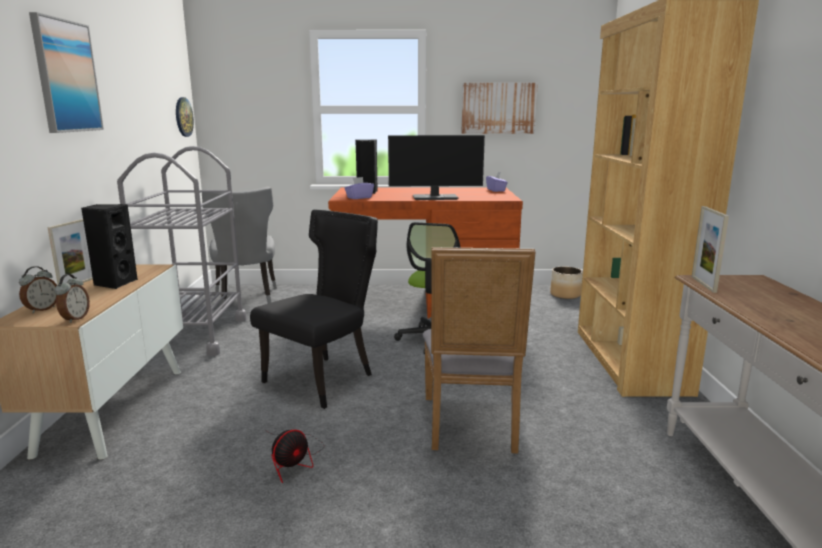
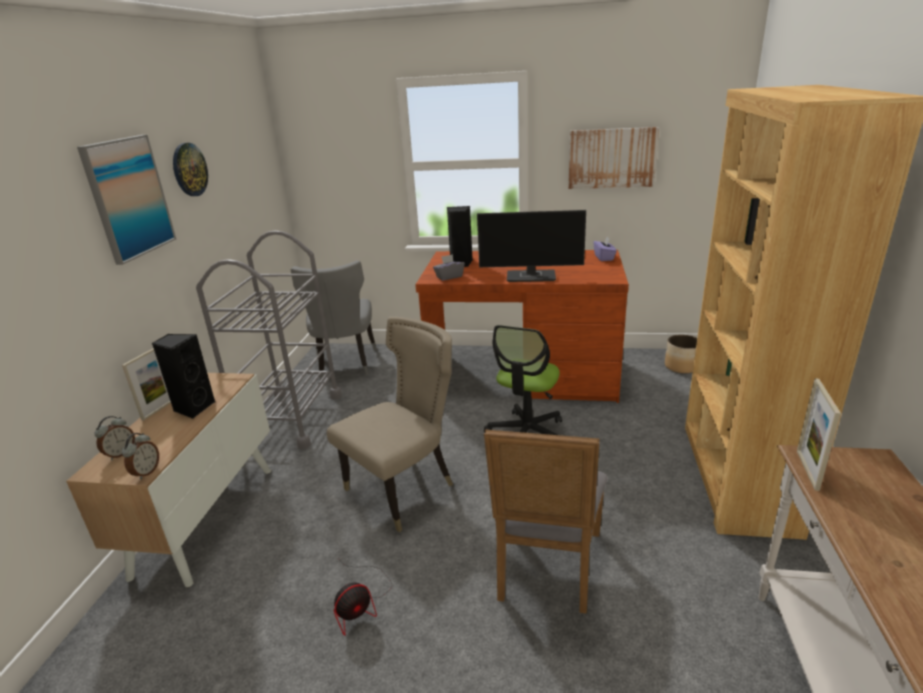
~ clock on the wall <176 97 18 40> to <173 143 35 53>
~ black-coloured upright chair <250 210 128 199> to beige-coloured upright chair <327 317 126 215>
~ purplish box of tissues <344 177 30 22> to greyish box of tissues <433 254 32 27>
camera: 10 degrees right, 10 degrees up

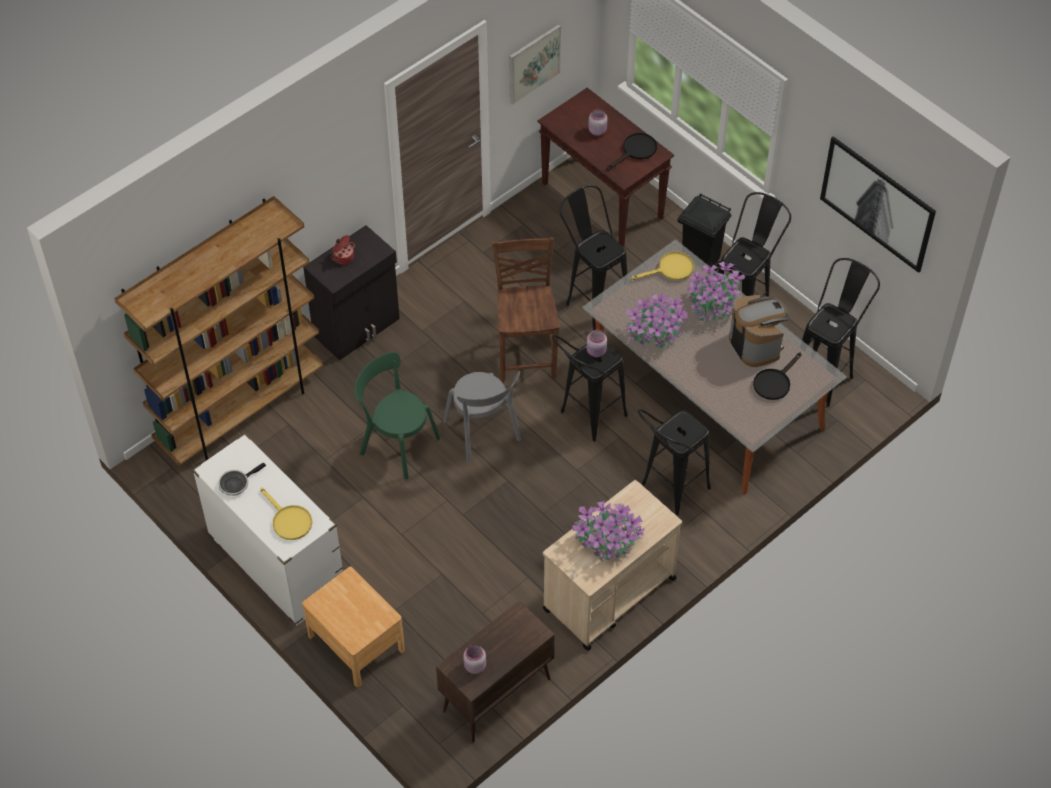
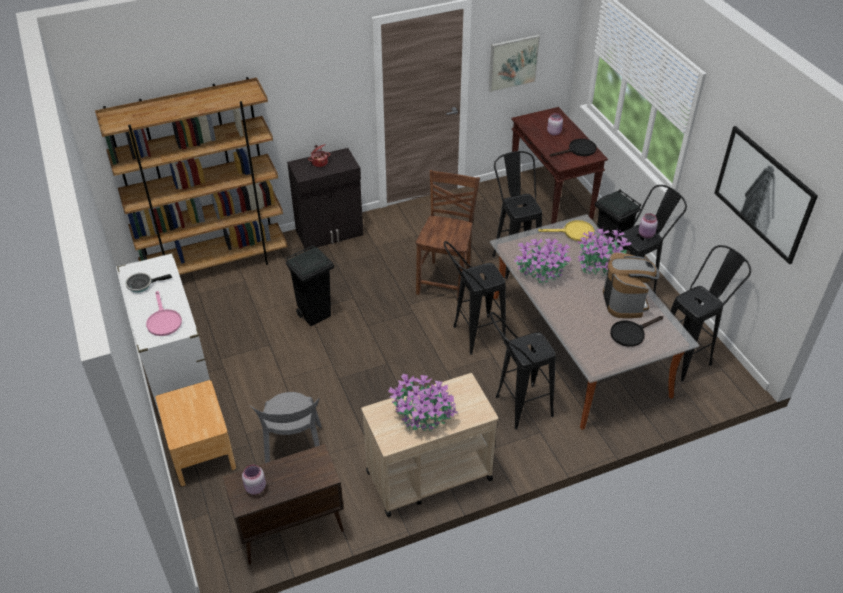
~ yellowish pan <260 487 52 53> to pinkish pan <146 291 36 45>
~ greyish upright chair <443 371 78 92> to <250 392 72 71>
~ greenish upright chair <355 352 85 127> to black-coloured rubbish bin <286 245 48 81>
~ pinkish storage jar <587 330 20 27> to <639 213 19 25>
camera: 20 degrees right, 10 degrees down

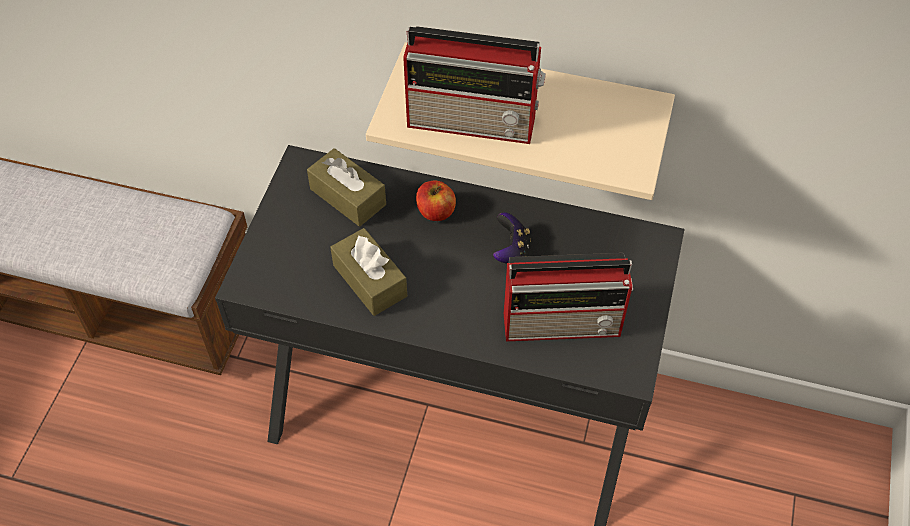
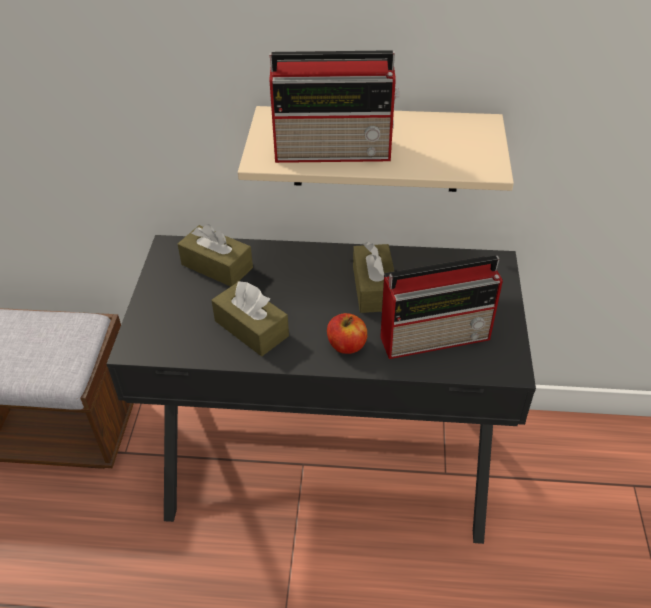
~ whole apple <416 181 40 40> to <327 313 40 41>
~ joypad <493 212 38 52> to brownish box of tissues <353 242 41 71>
camera: 10 degrees left, 10 degrees down

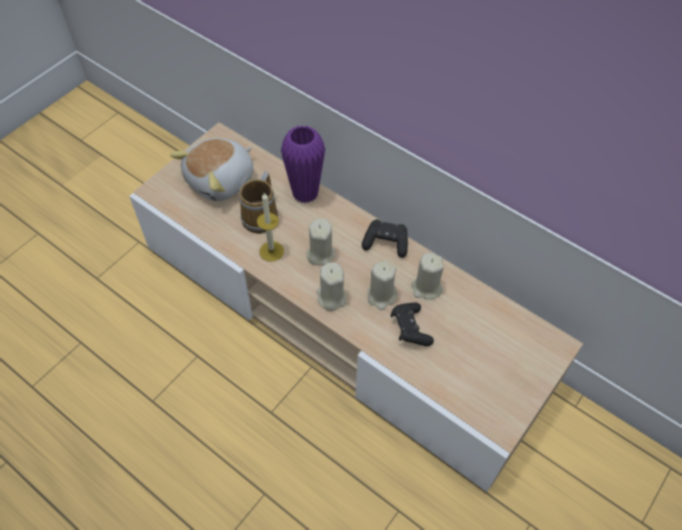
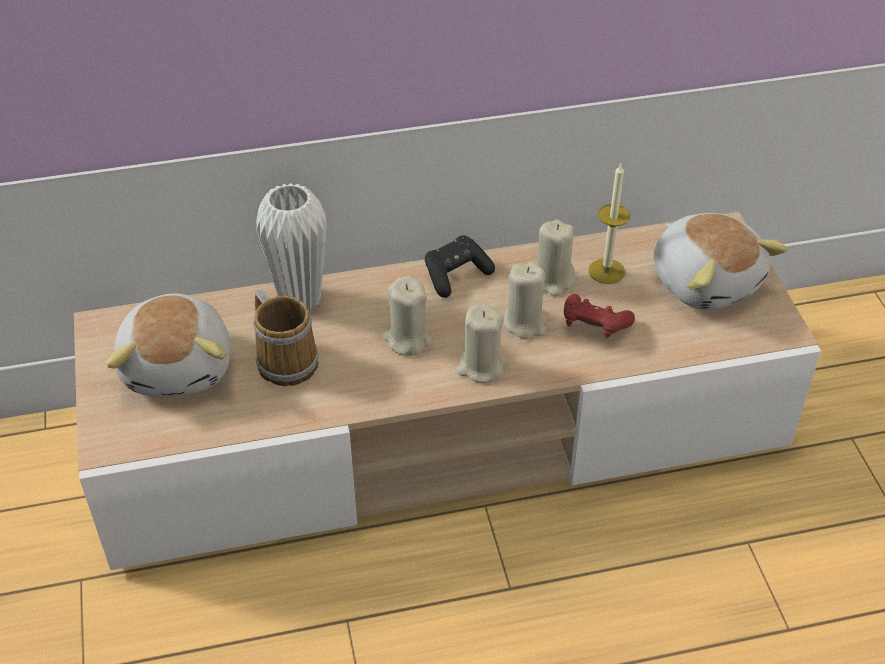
~ purplish decorative vase <281 125 44 78> to white-coloured decorative vase <256 183 71 129>
~ black-coloured joypad <391 303 43 43> to red joypad <564 294 71 44>
~ wax light <257 193 27 69> to <588 163 42 121>
+ cuddly toy <654 213 134 97>
camera: 50 degrees left, 10 degrees down

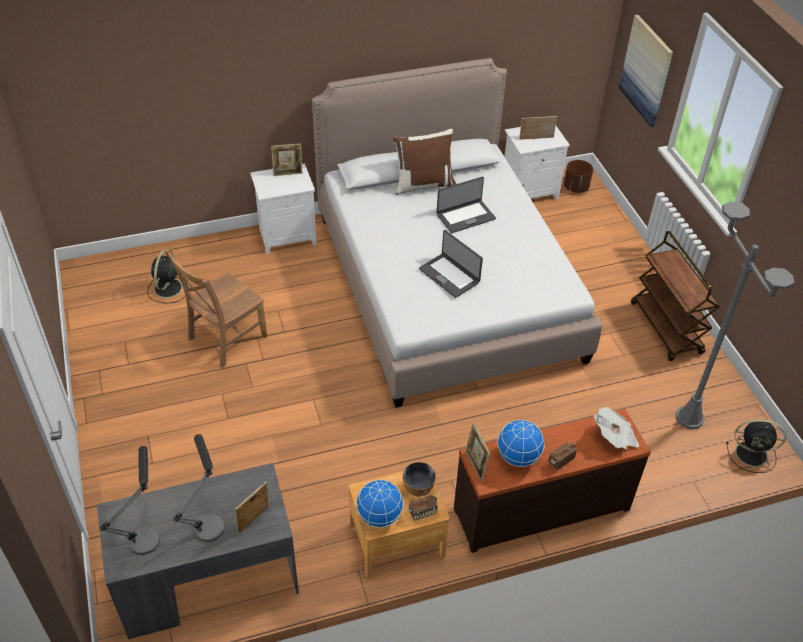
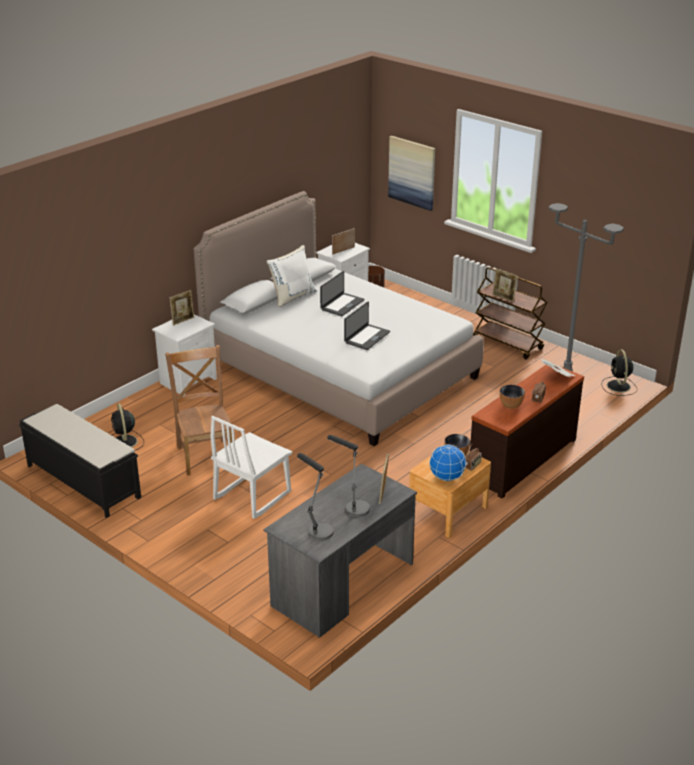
+ black-coloured long seat <19 404 122 114>
~ brownish upright chair <164 248 103 120> = <165 345 67 131> 150 degrees clockwise
+ white-coloured upright chair <210 416 82 103>
~ brownish throw pillow <393 129 63 65> to white-coloured throw pillow <267 245 51 63>
~ laptop <419 230 64 68> = <344 302 46 48> 75 degrees counterclockwise
~ standing frame <465 423 25 59> to <492 269 25 33>
~ desk globe <497 420 48 47> to deep dish <500 385 25 24>
~ black-coloured fan <726 419 60 54> = <601 349 36 47> 105 degrees clockwise
camera: 30 degrees left, 15 degrees down

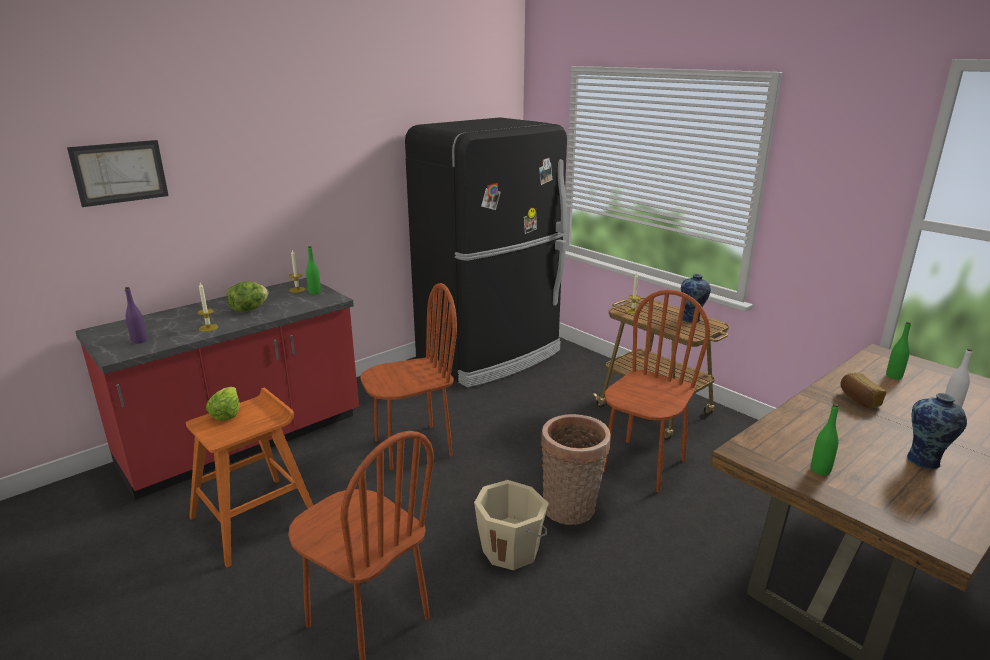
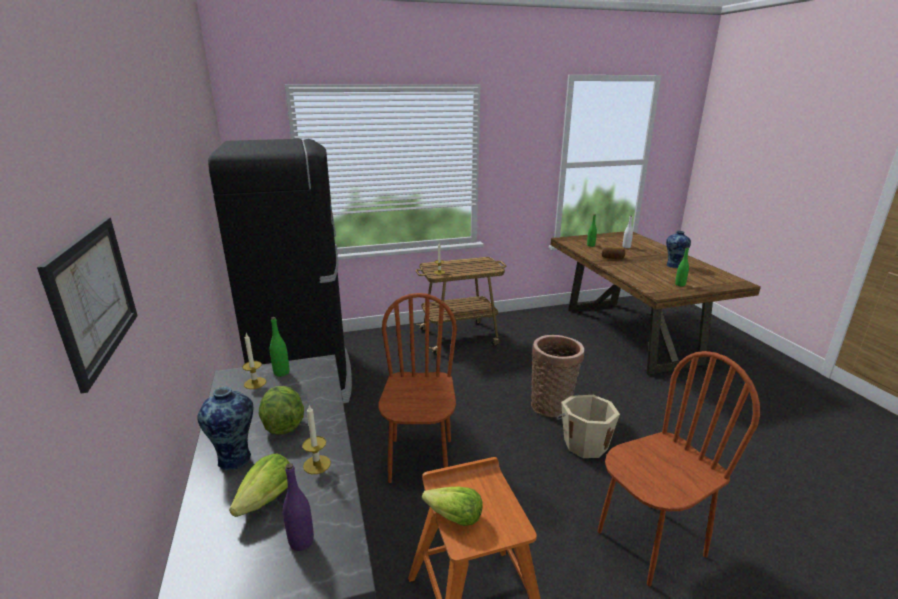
~ decorative vase <681 274 30 49> to <197 387 56 84>
+ lettuce head <229 453 60 64>
- brownish upright chair <604 290 106 203>
camera: 65 degrees left, 0 degrees up

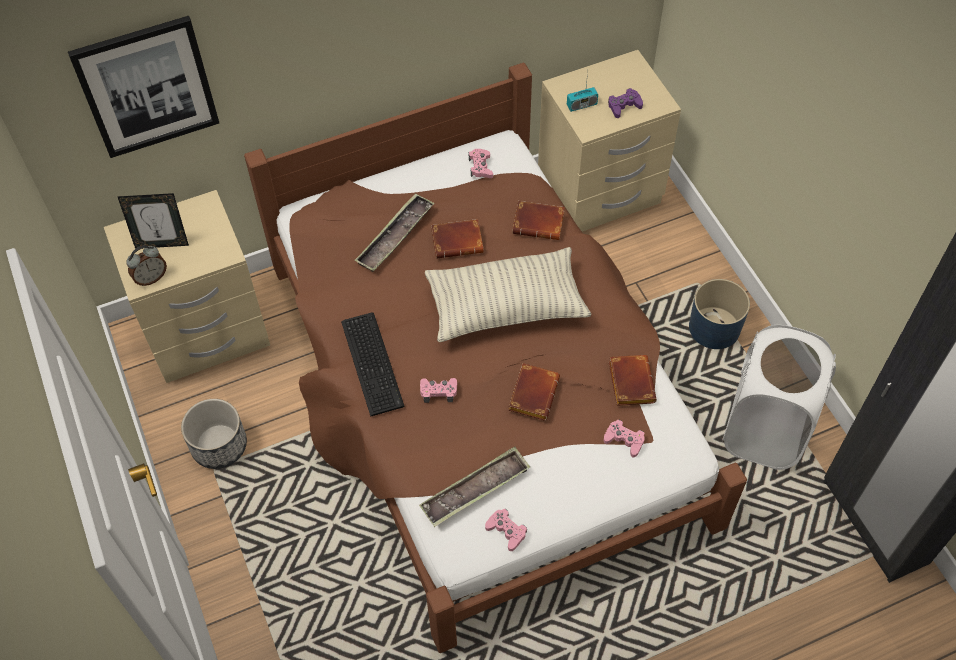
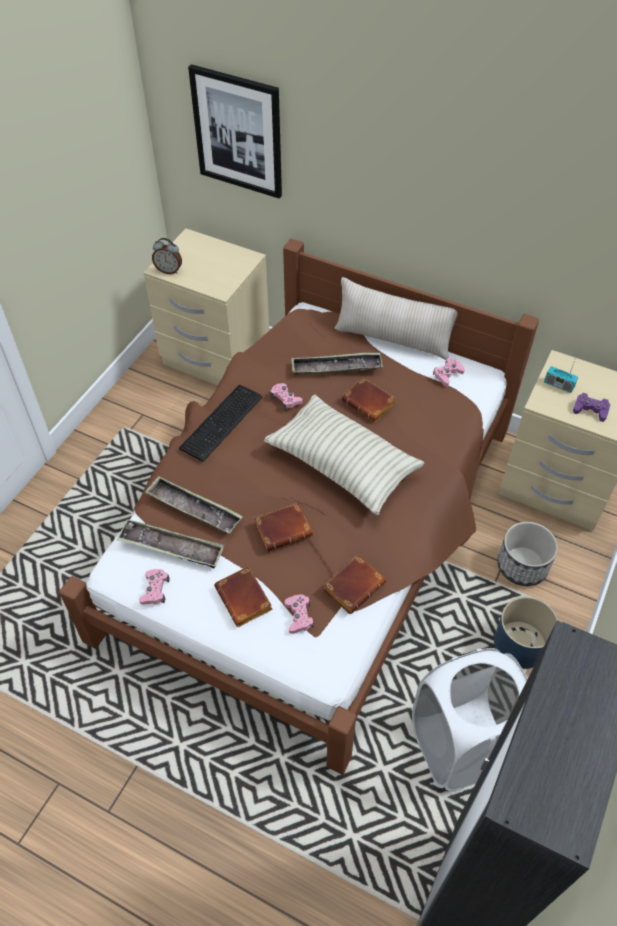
+ serving tray <145 476 98 58>
~ brownish bound book <512 201 53 39> to <214 566 59 61>
~ pinkish joypad <420 378 37 25> to <270 383 32 27>
+ beige-coloured throw pillow <335 277 122 83>
~ flower pot <181 399 66 70> to <498 522 60 64>
- standing frame <117 193 72 56>
camera: 50 degrees right, 5 degrees down

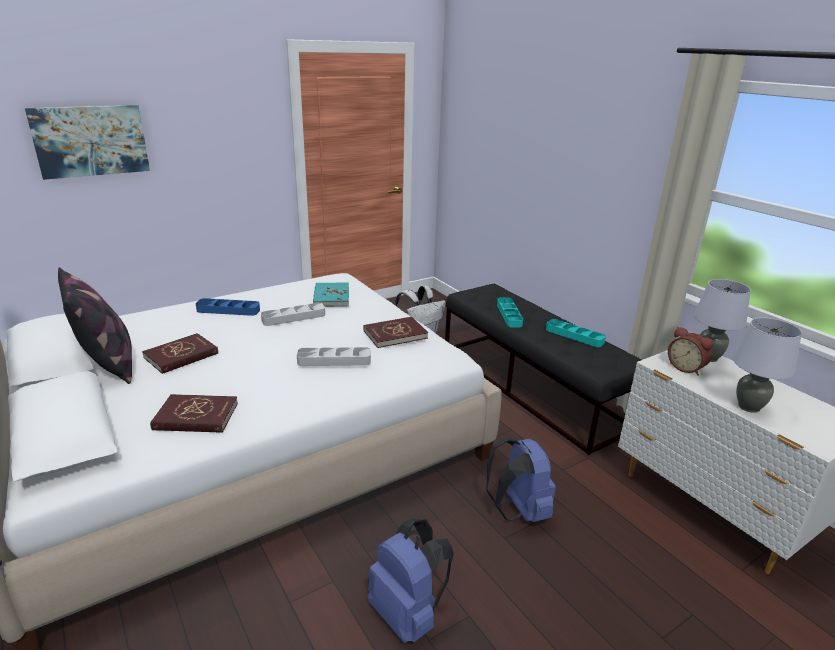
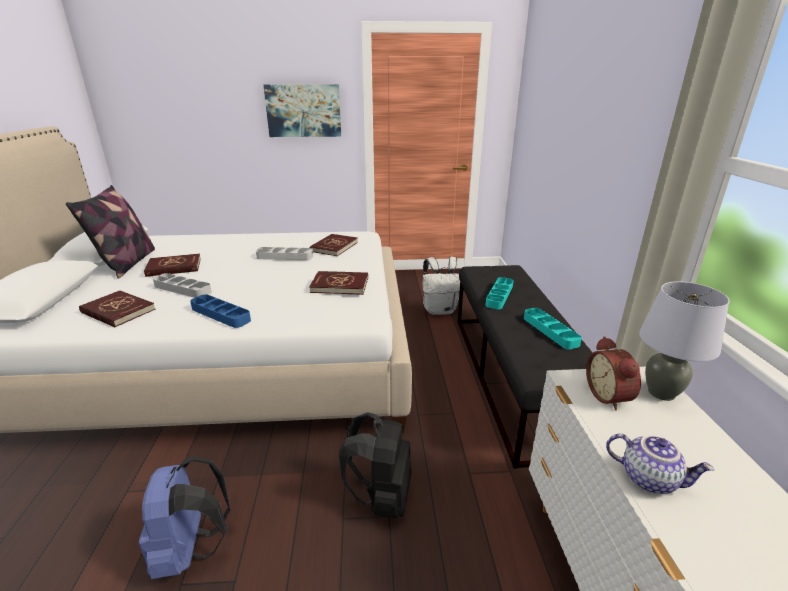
~ greyish serving tray <297 347 74 19> to <153 273 59 25>
~ bluish serving tray <196 298 64 18> to <190 294 61 34>
~ picture <25 105 125 75> to <263 84 78 53>
~ turquoise bound book <313 282 36 25> to red bound book <310 234 48 22>
~ bluish knapsack <486 438 70 84> to black-coloured knapsack <339 412 73 106>
~ greyish lamp for a table <733 317 69 96> to pot for tea <606 433 108 61>
camera: 30 degrees right, 0 degrees up

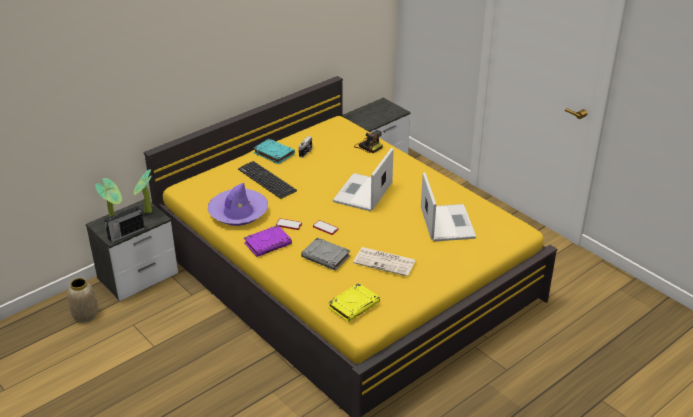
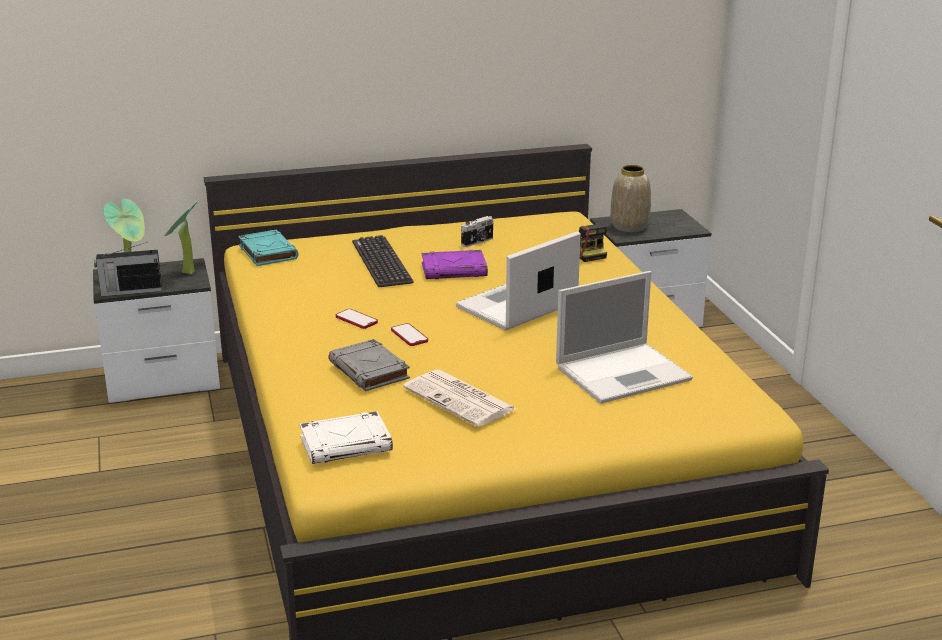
~ turquoise bound book <253 139 42 25> to <238 229 61 37>
~ yellowish bound book <328 283 52 39> to white-coloured bound book <299 411 94 53>
~ purplish bound book <244 225 48 32> to <422 250 66 29>
~ laptop <421 172 55 70> = <556 271 137 133> 45 degrees clockwise
~ decorative vase <67 278 31 44> to <611 165 40 67>
- purplish hat <208 183 60 43>
camera: 25 degrees right, 10 degrees down

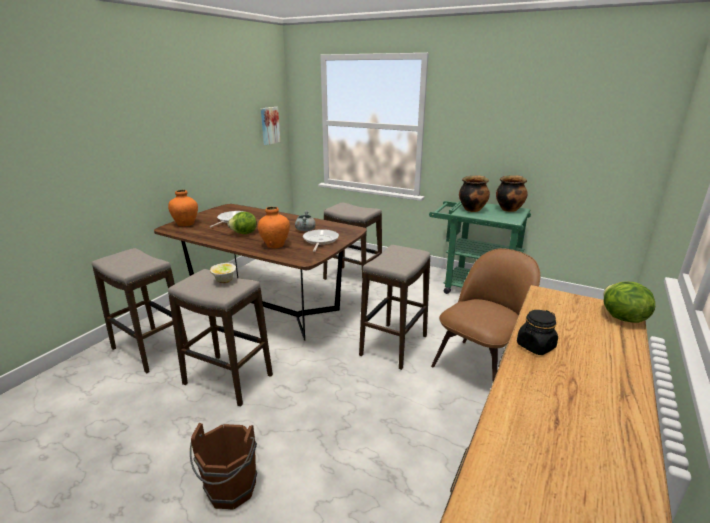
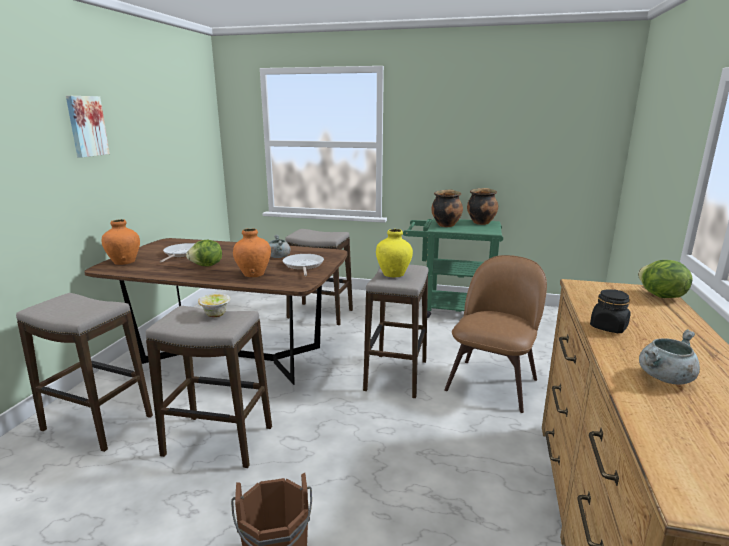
~ picture <261 107 20 38> to <66 96 44 62>
+ yellowish decorative vase <376 229 37 48>
+ greyish cooking pot <639 329 61 56>
camera: 15 degrees left, 5 degrees down

